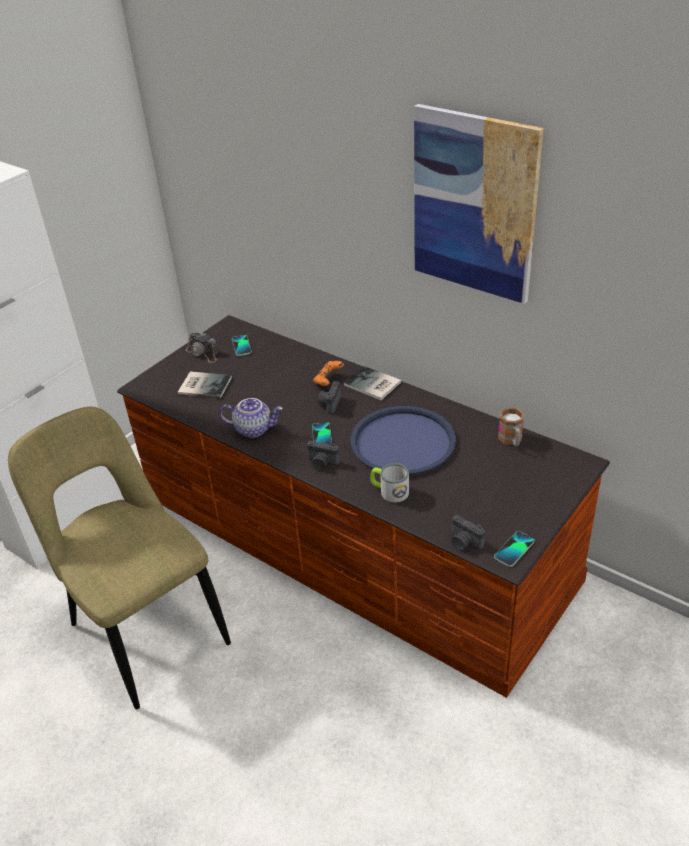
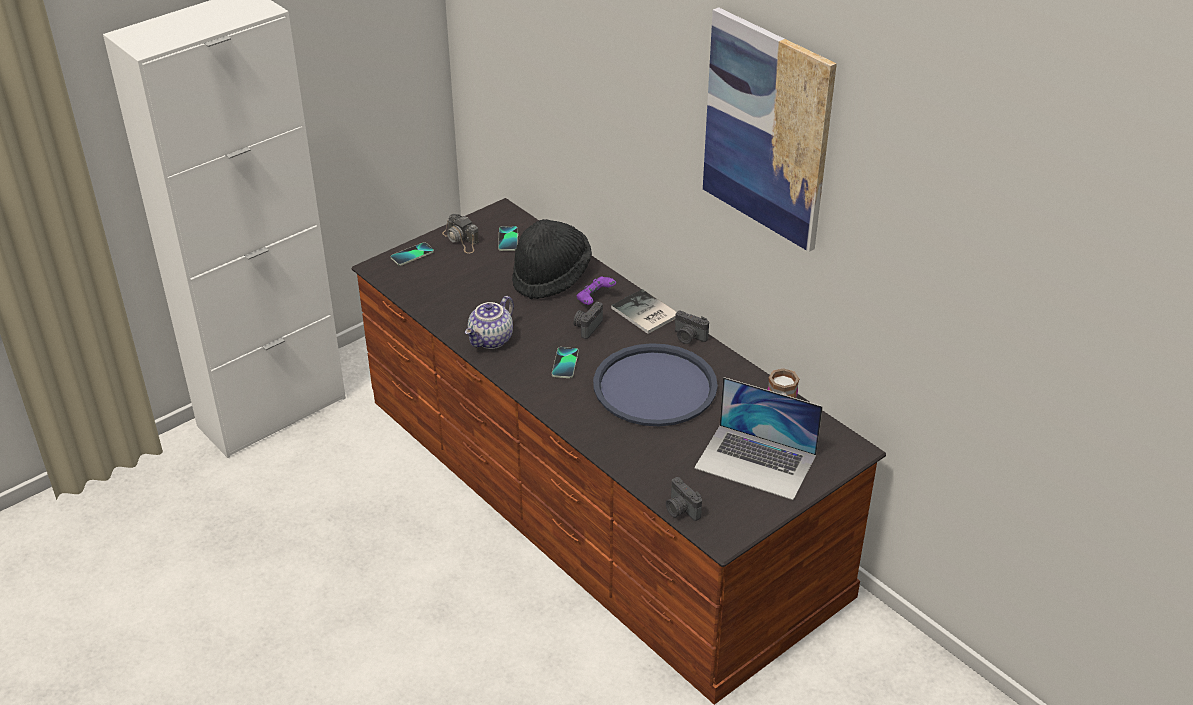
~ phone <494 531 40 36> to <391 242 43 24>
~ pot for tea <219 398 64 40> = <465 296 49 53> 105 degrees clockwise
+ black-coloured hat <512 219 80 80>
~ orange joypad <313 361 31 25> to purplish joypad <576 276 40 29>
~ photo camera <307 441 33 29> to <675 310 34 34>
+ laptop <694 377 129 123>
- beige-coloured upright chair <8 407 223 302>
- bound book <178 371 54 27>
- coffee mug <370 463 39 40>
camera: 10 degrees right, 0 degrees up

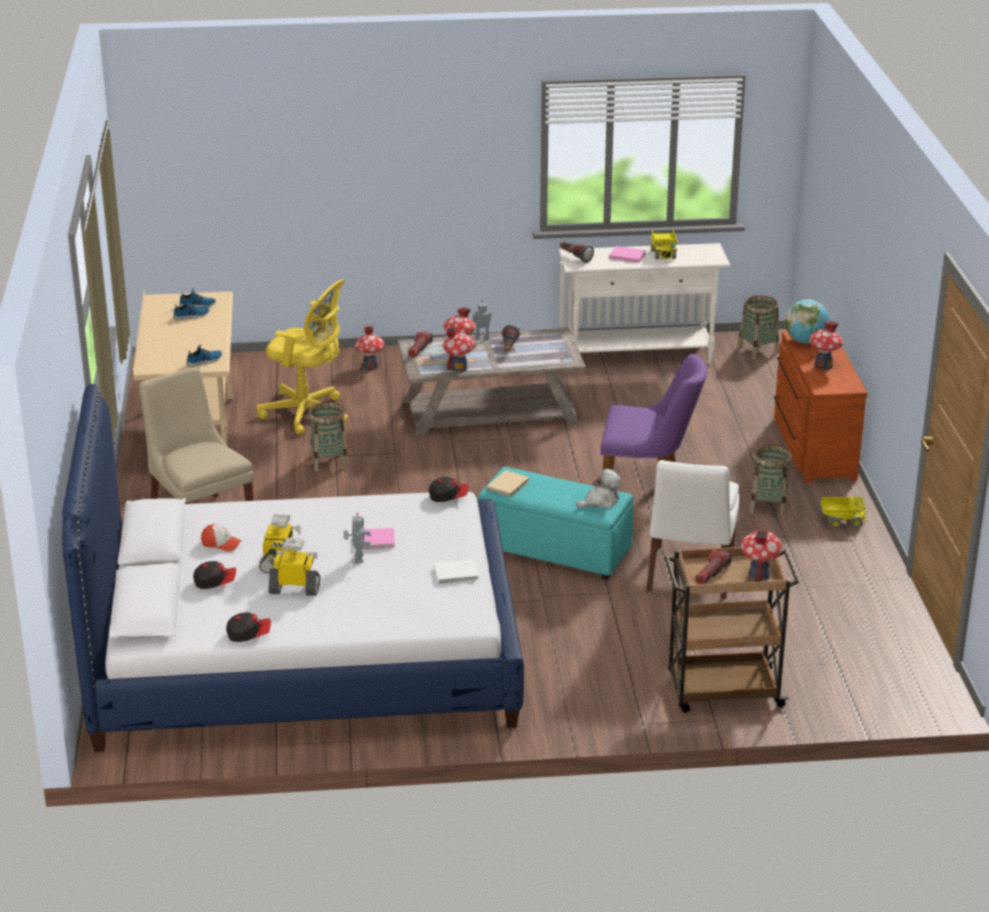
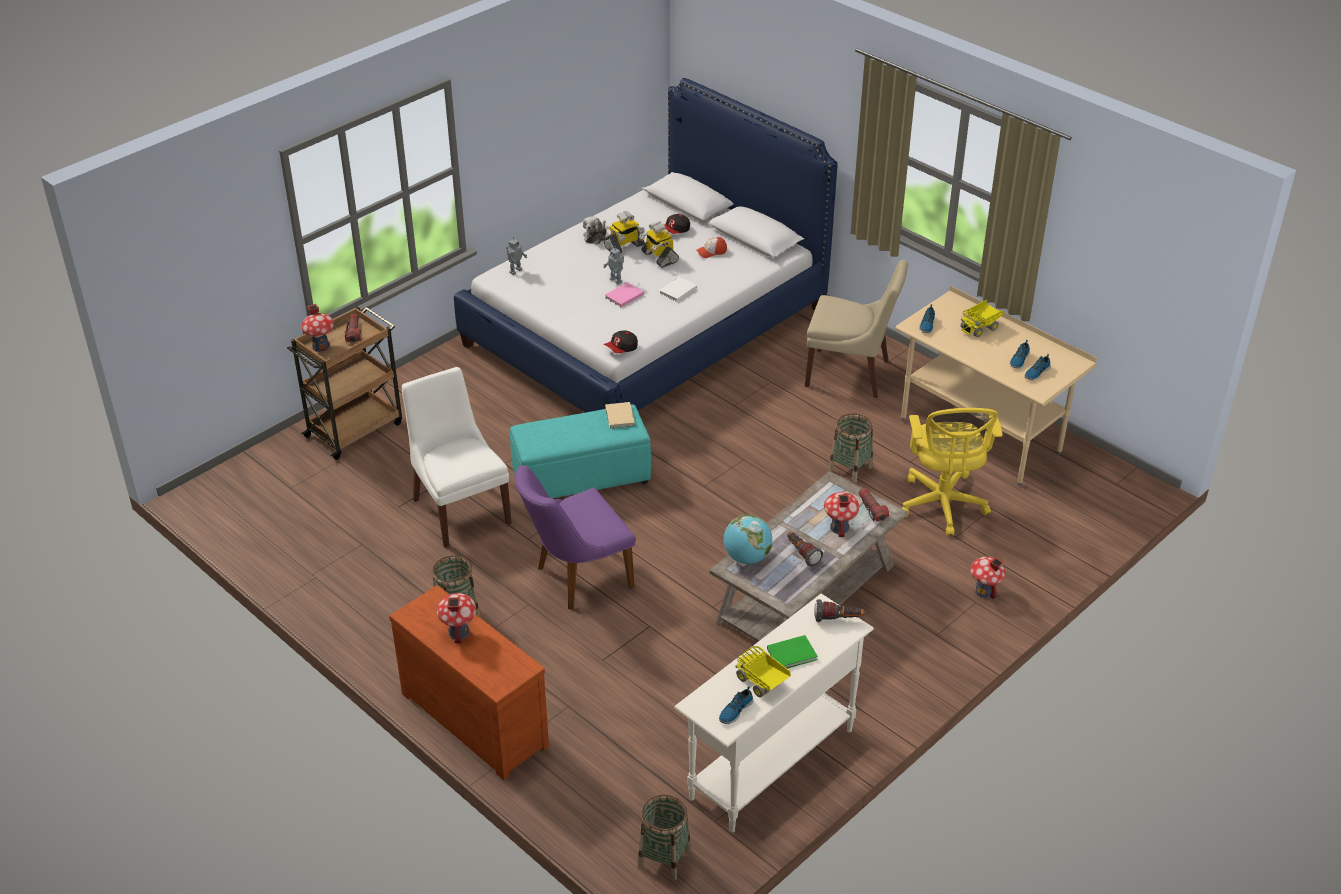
~ toy robot <473 300 19 40> to <506 237 21 38>
~ cuddly toy <576 469 45 39> to <583 216 24 29>
~ white-coloured bound book <434 559 45 25> to <659 277 38 25>
+ low shoe <719 686 34 38>
~ desk globe <785 299 44 45> to <723 515 49 49>
~ pinkish bound book <609 246 37 17> to greenish bound book <767 635 51 34>
~ yellowish desk chair <256 279 92 156> = <902 408 101 128> 75 degrees counterclockwise
~ model truck <821 497 46 32> to <960 300 44 38>
- cap <226 612 45 30>
- model house <443 327 32 45>
camera: 140 degrees right, 10 degrees up

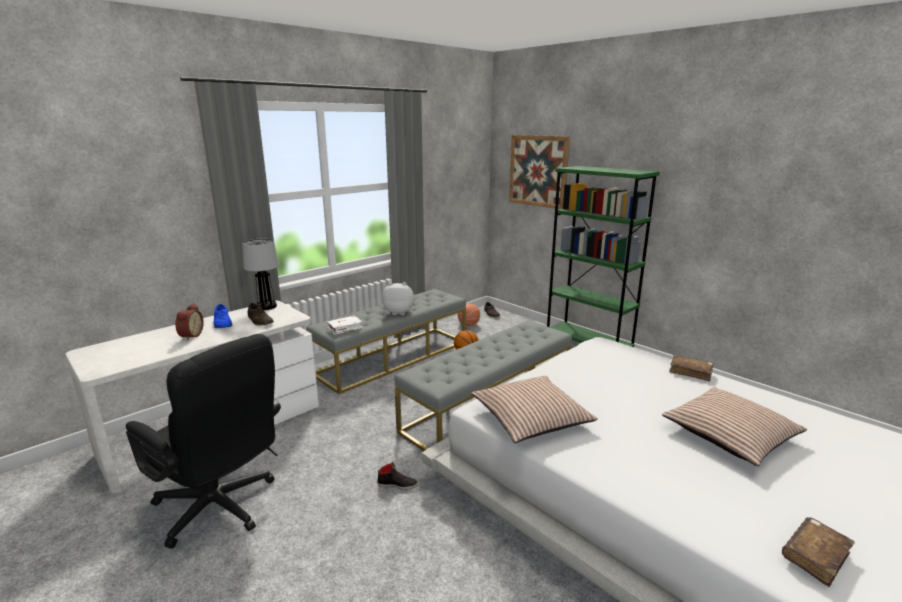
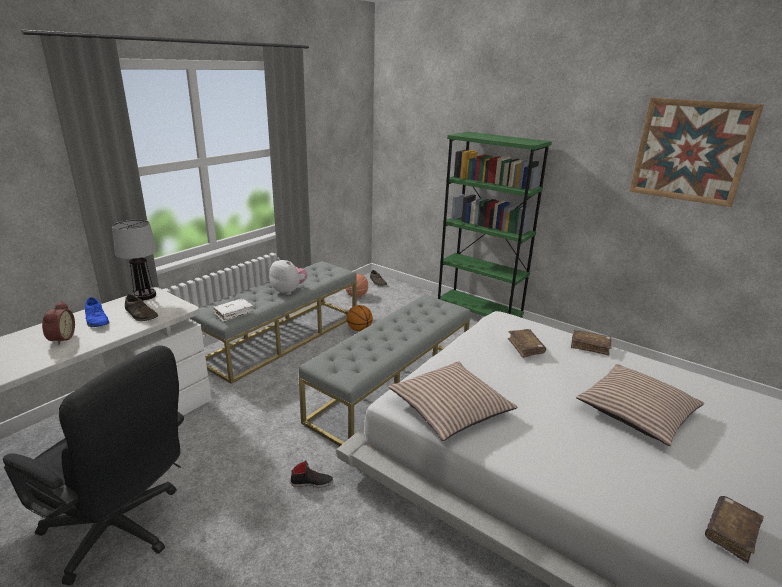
~ cuddly toy <382 282 32 33> = <269 258 38 37> 45 degrees clockwise
+ brownish bound book <508 329 38 29>
~ picture <509 135 61 74> to <629 97 135 110>
camera: 10 degrees left, 5 degrees up

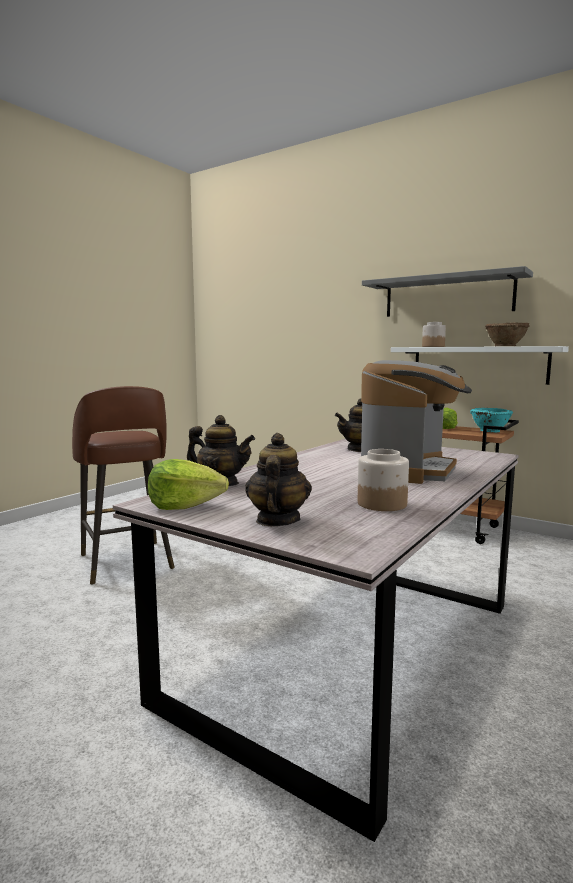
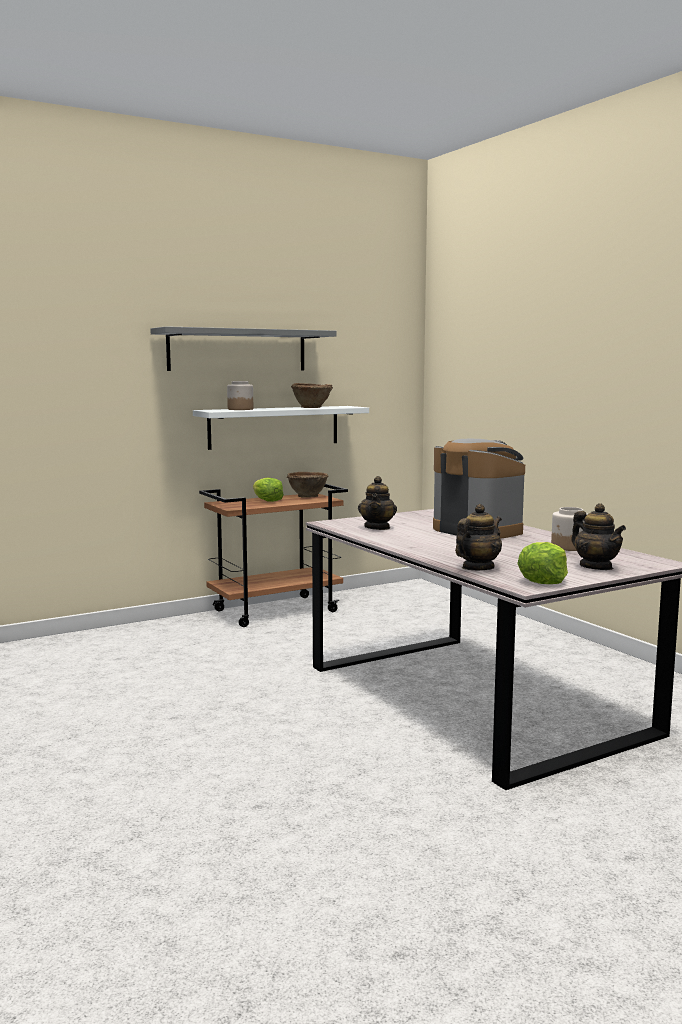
~ turquoise deep dish <470 408 43 24> to brownish deep dish <287 472 42 26>
~ pot for tea <245 433 67 93> = <571 503 55 67> 150 degrees counterclockwise
- brownish sitting stool <72 386 103 199>
camera: 65 degrees left, 0 degrees up

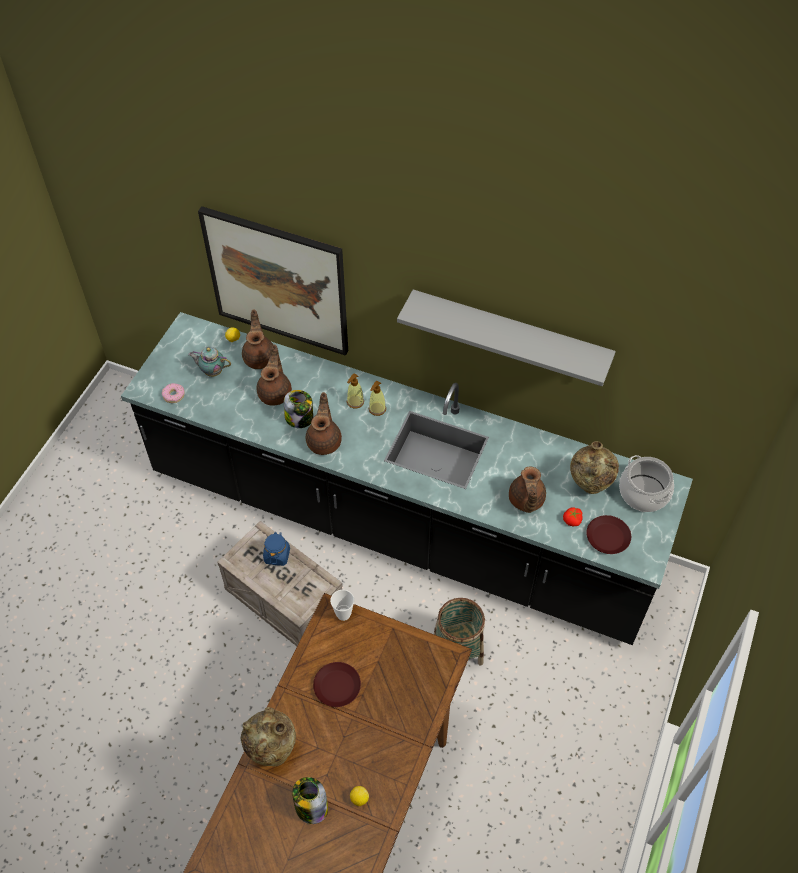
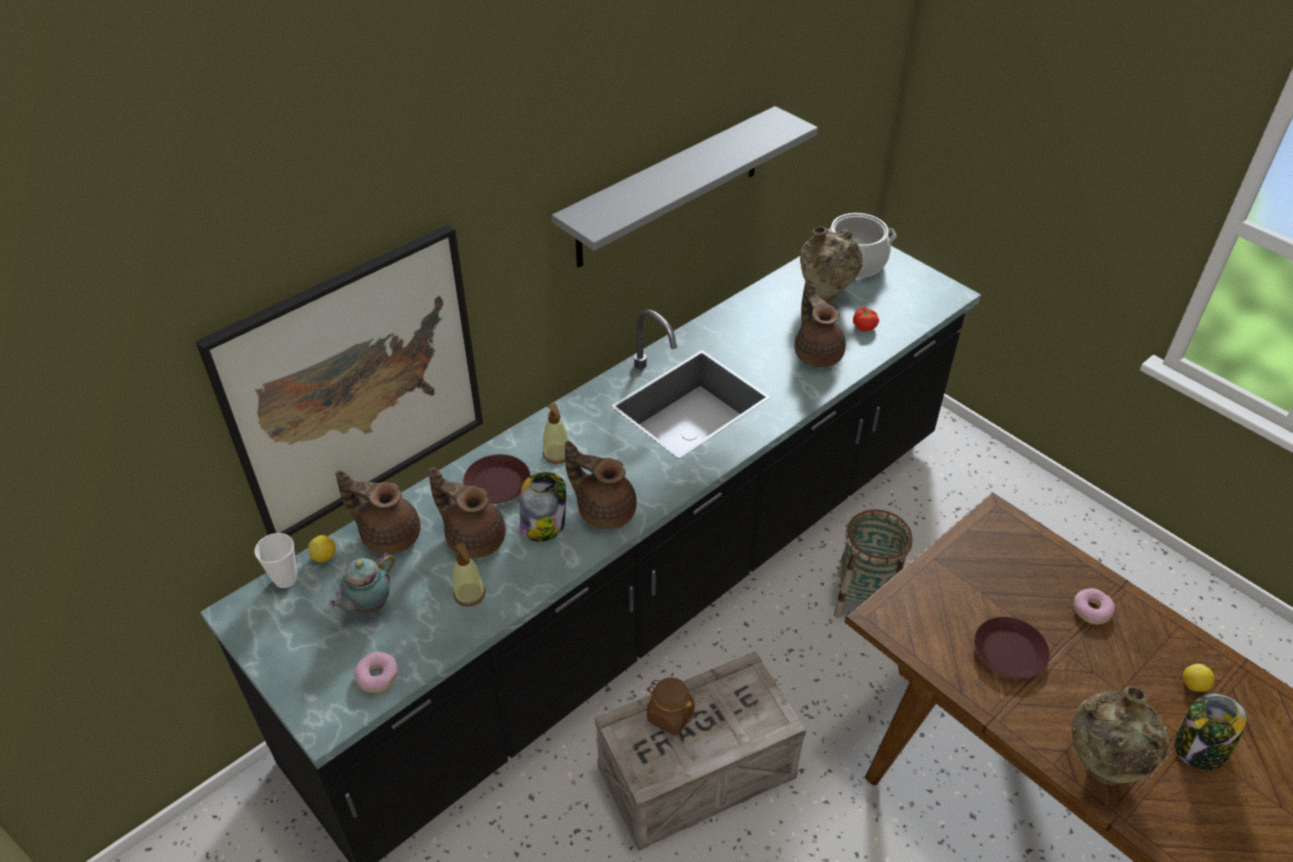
~ drinking cup <330 590 24 31> to <254 533 43 55>
~ soap bottle <369 381 17 35> to <453 542 33 65>
~ brownish plate <586 515 45 39> to <463 454 68 50>
~ bluish storage jar <263 532 27 34> to brownish storage jar <646 677 49 58>
~ brownish pot for tea <509 466 37 47> = <794 279 52 88> 135 degrees counterclockwise
+ donut <1073 588 42 37>
camera: 65 degrees left, 10 degrees down

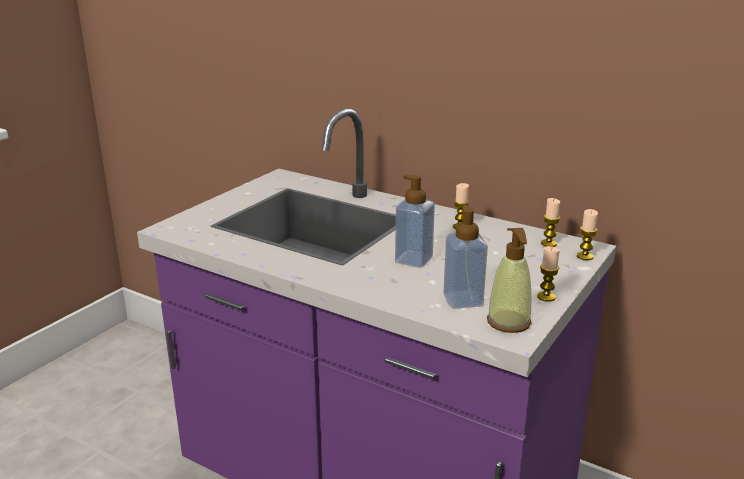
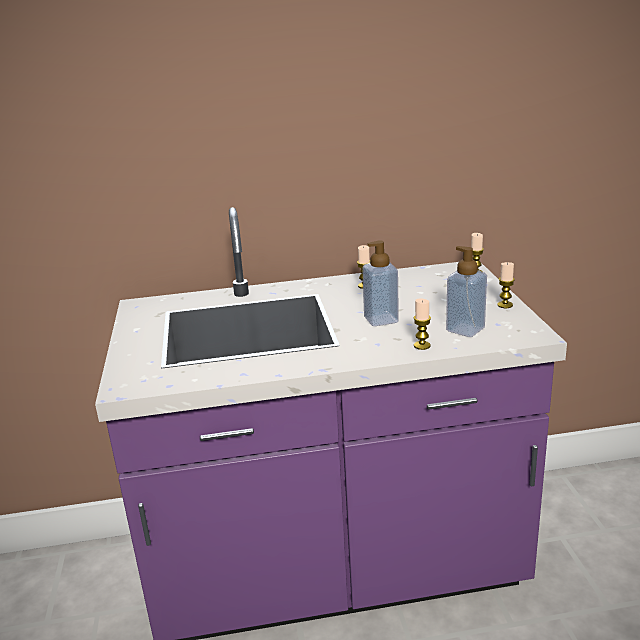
~ wax light <541 198 19 49> to <414 298 17 52>
- soap bottle <487 228 44 105>
camera: 40 degrees left, 0 degrees up

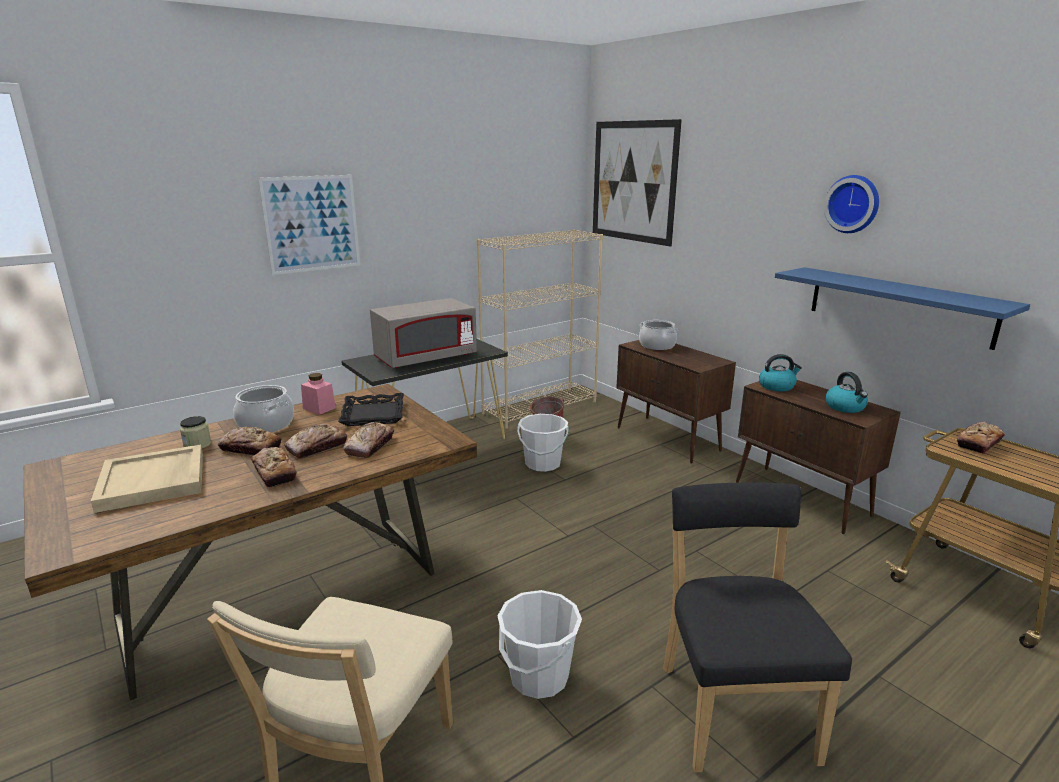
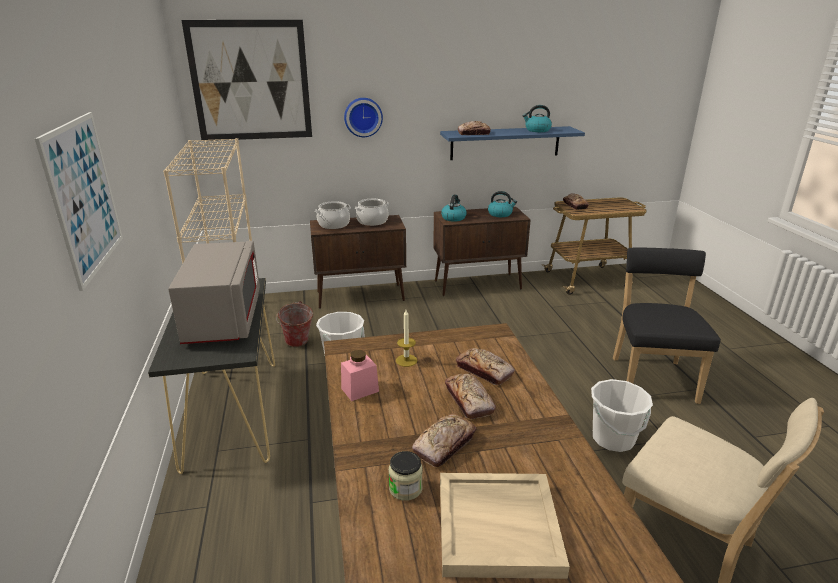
~ clock on the wall <824 175 55 58> to <344 98 39 39>
~ cooking pot <233 385 61 48> to <355 199 34 27>
~ black-coloured serving tray <338 393 66 33> to wax light <396 310 21 57>
~ bakery bread <251 447 46 40> to <458 121 33 14>
+ water kettle <523 105 29 27>
~ black-coloured upright chair <663 482 189 291> = <613 248 108 156> 75 degrees clockwise
camera: 65 degrees left, 5 degrees up

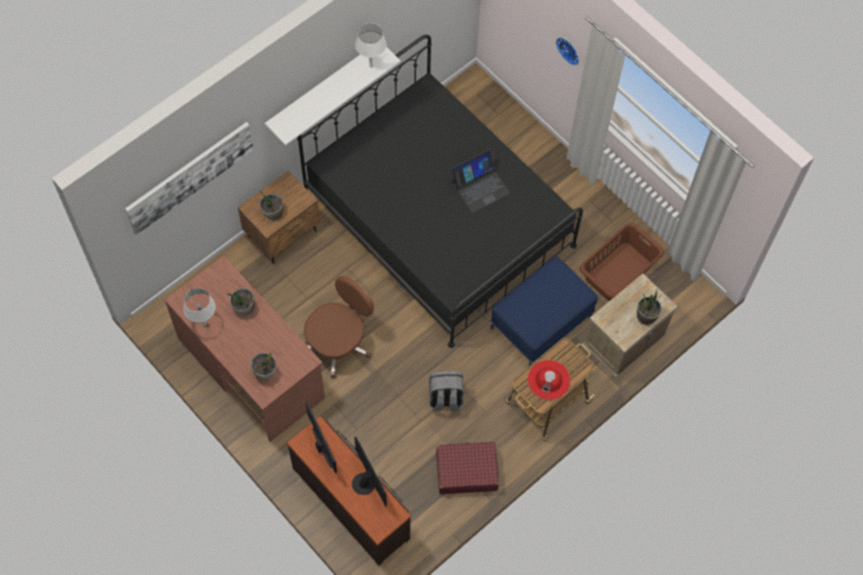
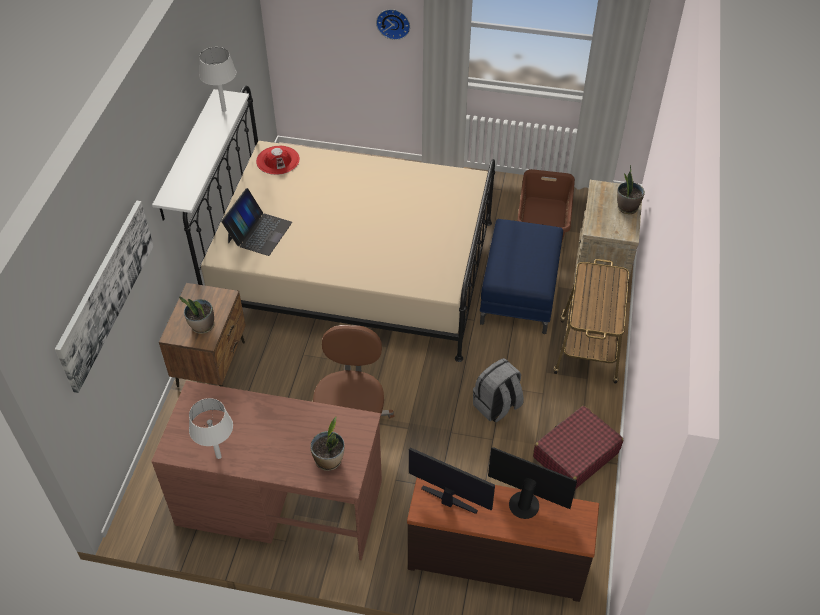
~ black-coloured bedroom bed <297 35 286 313> to beige-coloured bedroom bed <183 85 312 277>
~ laptop <451 149 59 64> to <221 188 71 68>
~ red hat <528 360 43 40> to <256 146 44 29>
- plant in a pot <228 288 27 28>
camera: 35 degrees left, 15 degrees down

